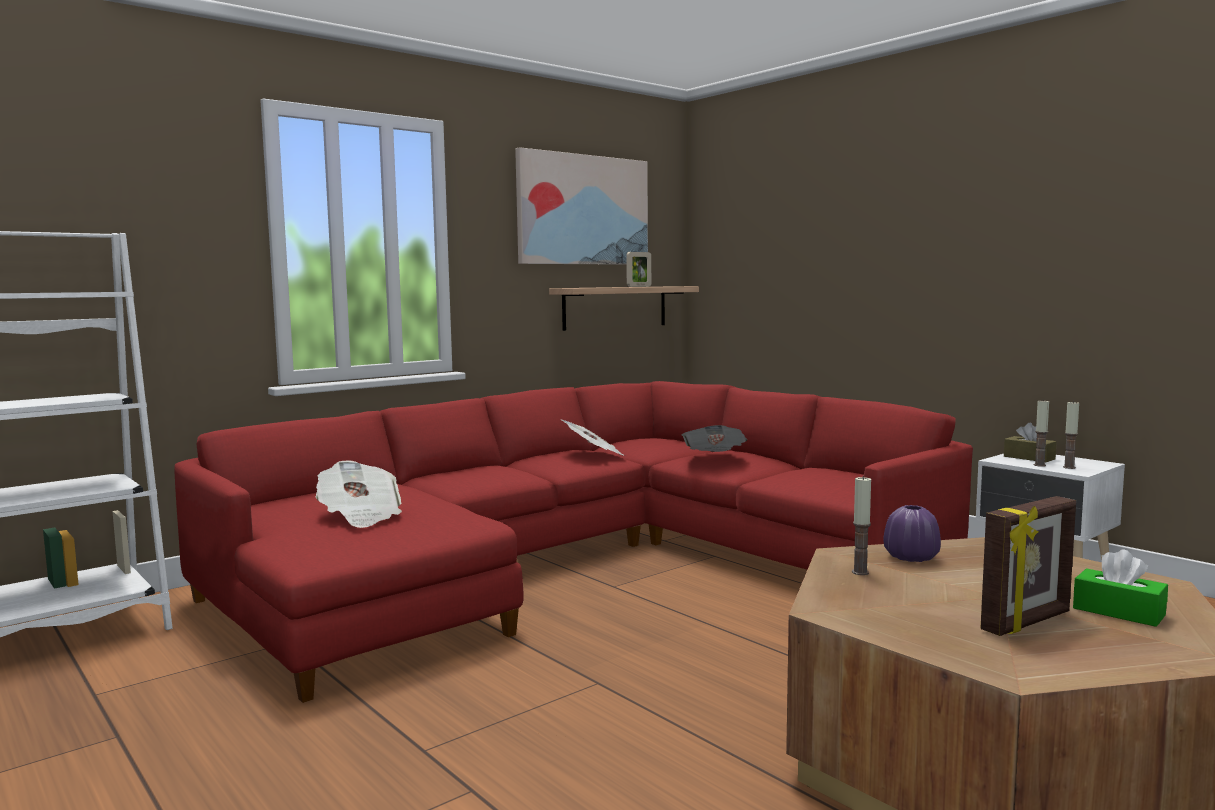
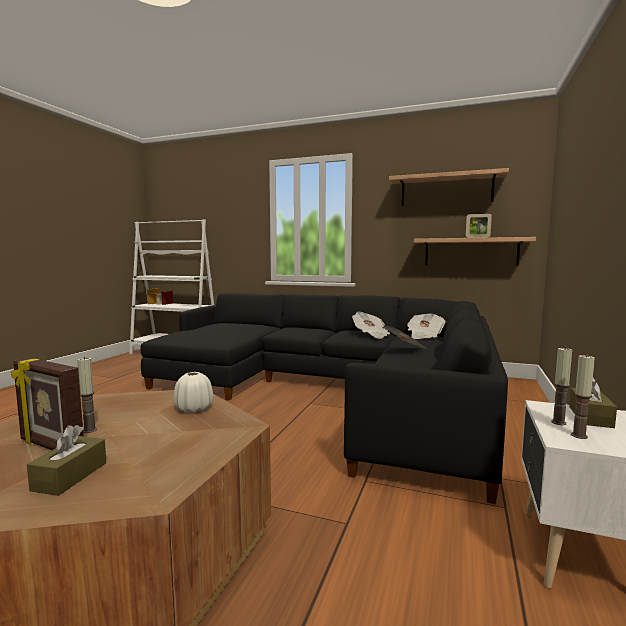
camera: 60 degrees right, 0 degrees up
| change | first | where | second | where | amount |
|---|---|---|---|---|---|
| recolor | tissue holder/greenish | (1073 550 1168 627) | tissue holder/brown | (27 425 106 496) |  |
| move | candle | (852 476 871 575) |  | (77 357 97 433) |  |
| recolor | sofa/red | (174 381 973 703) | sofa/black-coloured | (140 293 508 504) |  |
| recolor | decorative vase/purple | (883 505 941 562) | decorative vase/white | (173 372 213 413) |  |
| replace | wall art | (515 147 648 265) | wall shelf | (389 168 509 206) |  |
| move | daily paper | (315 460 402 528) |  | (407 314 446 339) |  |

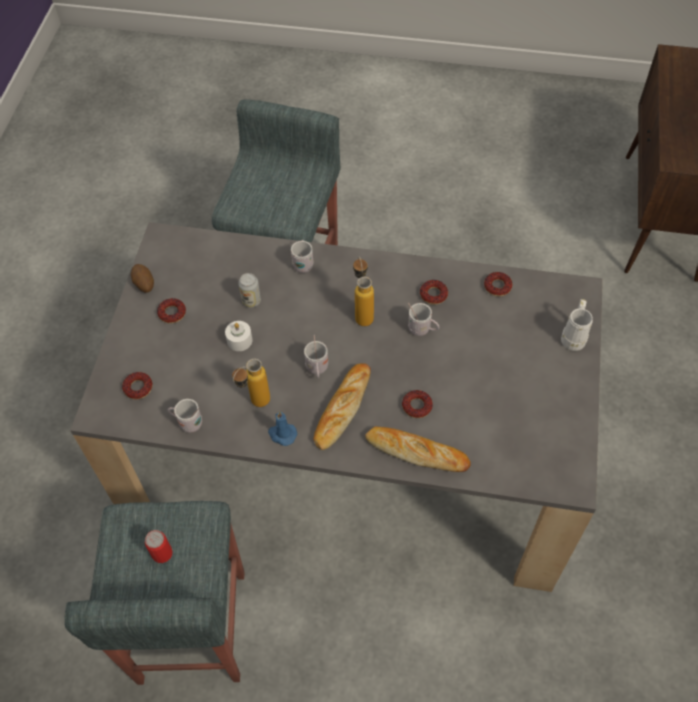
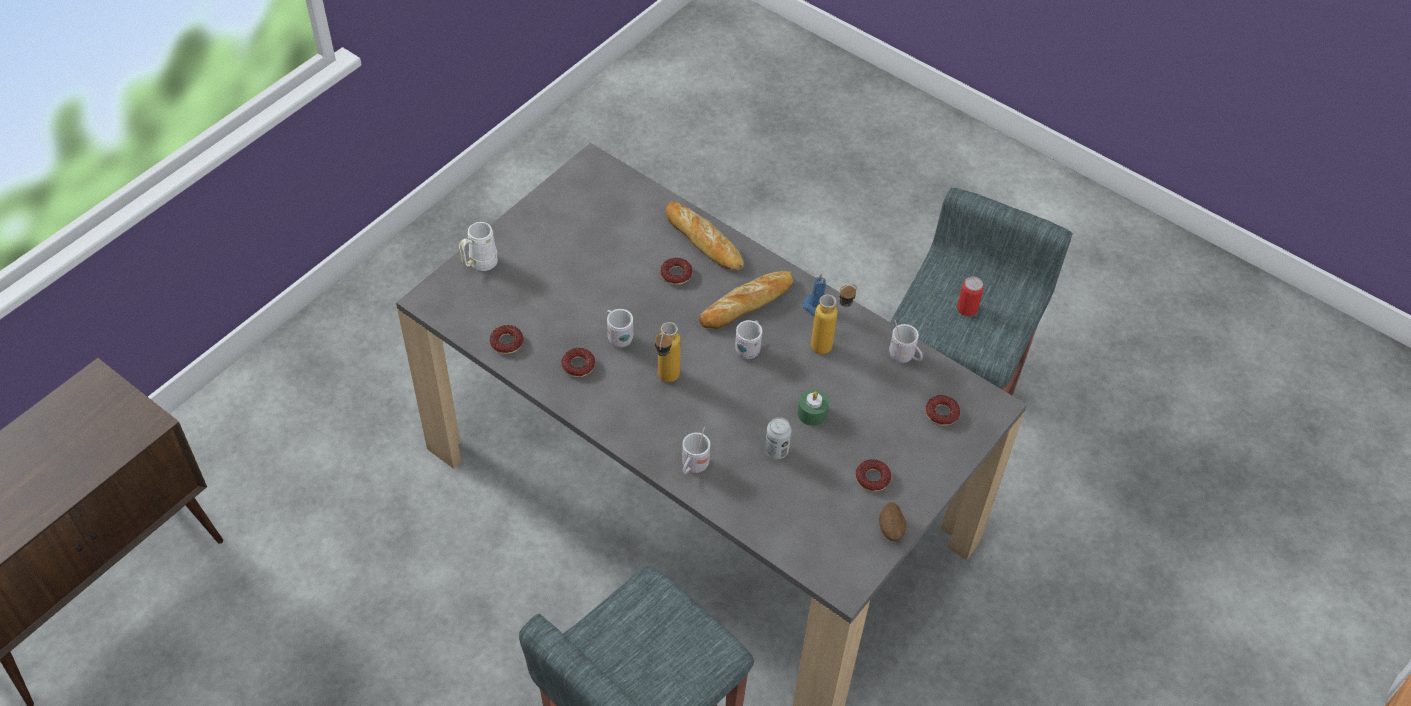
camera: 155 degrees left, 5 degrees down
| change | first | where | second | where | amount |
|---|---|---|---|---|---|
| recolor | candle/white | (225 321 252 351) | candle/greenish | (797 390 829 426) |  |

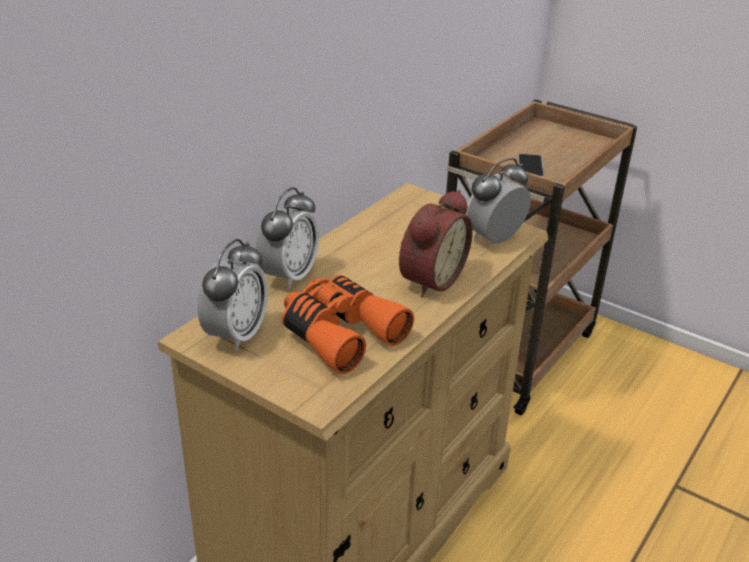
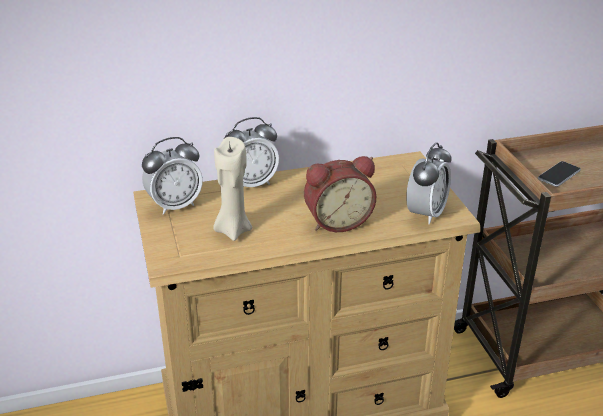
camera: 40 degrees right, 0 degrees up
| change | first | where | second | where | amount |
|---|---|---|---|---|---|
| replace | field glasses/orange-coloured | (282 275 414 374) | candle/beige | (213 137 252 241) |  |
| rotate | alarm clock | (465 158 531 244) |  | (406 142 452 224) | 120 degrees clockwise |

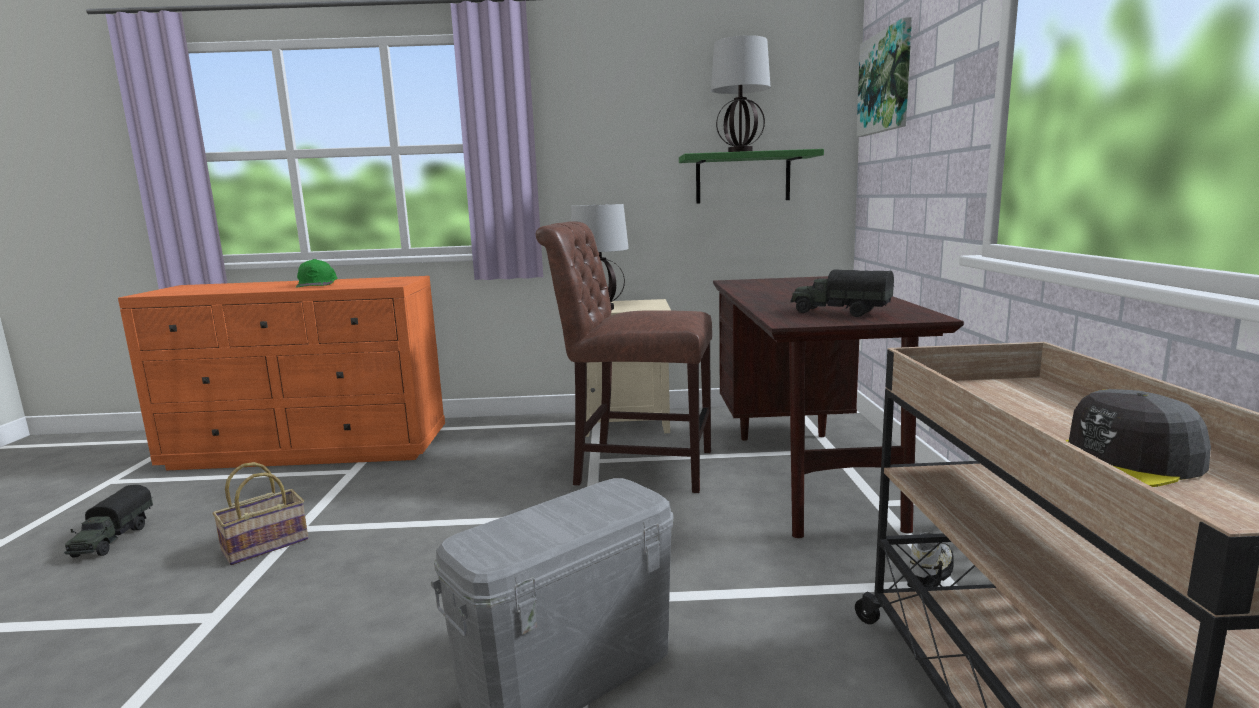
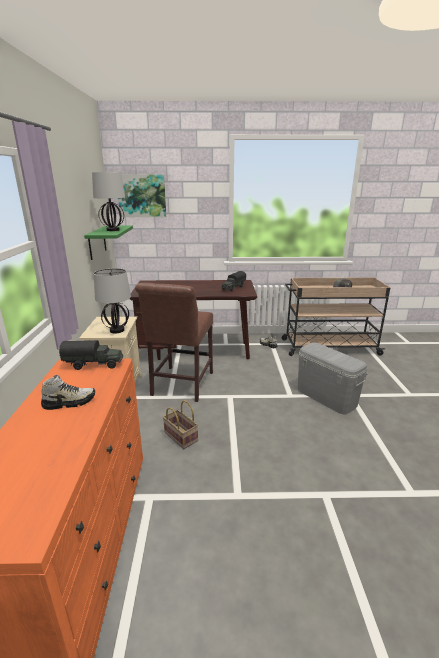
camera: 90 degrees left, 10 degrees up
| change | first | where | second | where | amount |
|---|---|---|---|---|---|
| replace | peaked cap/greenish | (296 259 337 288) | item of footwear | (41 375 95 410) |  |
| move | toy lorry | (64 485 153 557) |  | (59 340 123 370) |  |
| move | storage basket | (212 462 308 565) |  | (163 400 198 449) |  |

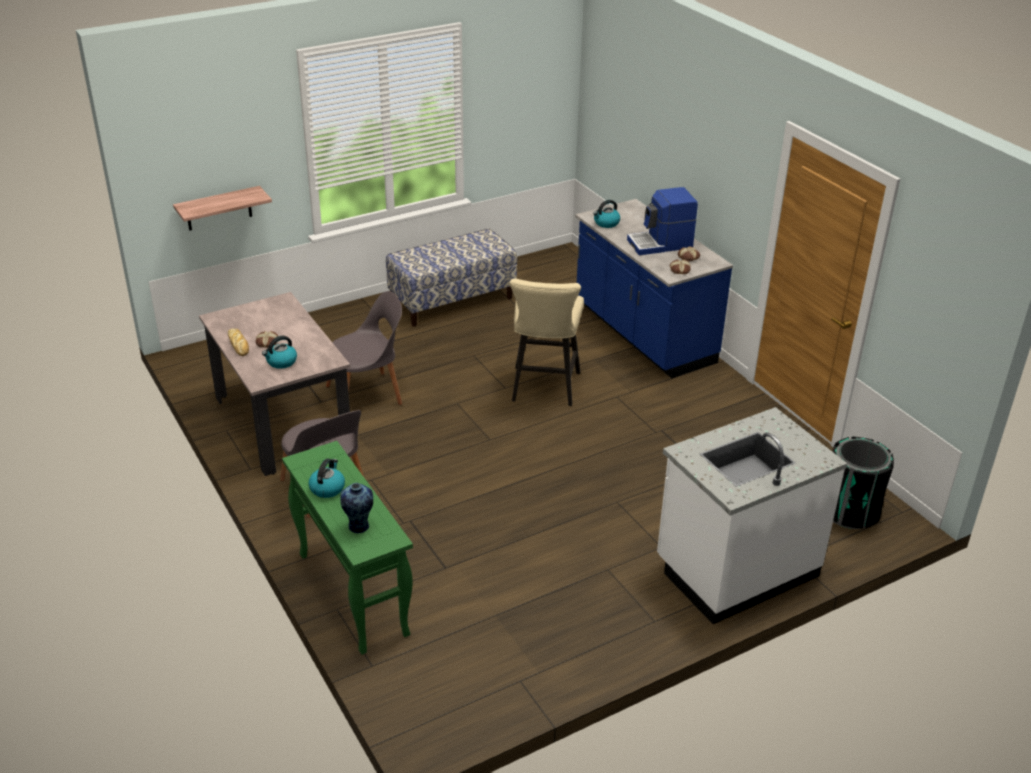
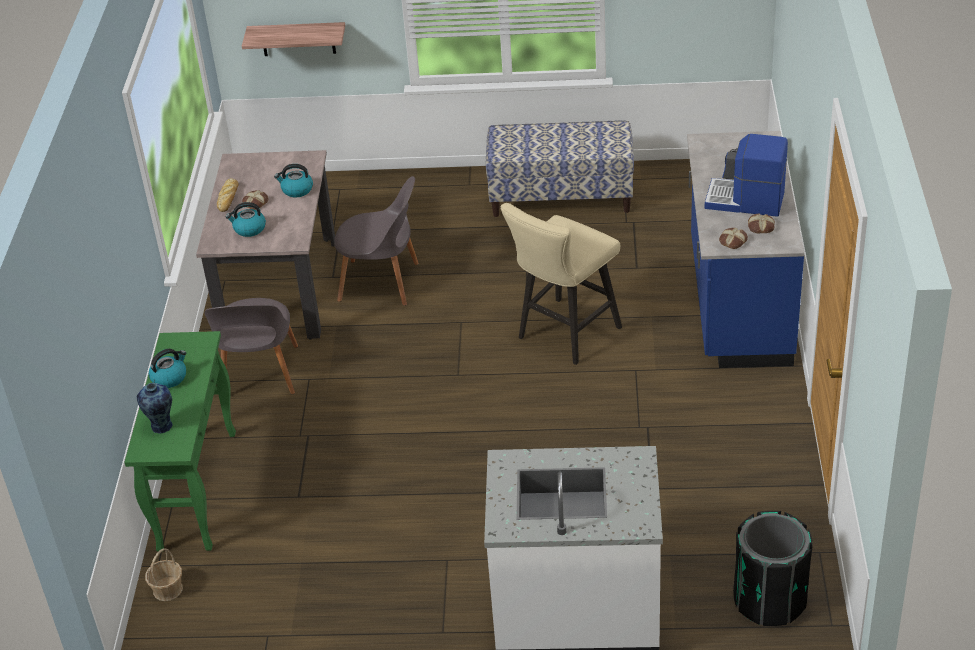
camera: 35 degrees right, 5 degrees up
| change | first | where | second | where | amount |
|---|---|---|---|---|---|
| insert |  |  | storage basket | (145 548 183 601) |  |
| move | water kettle | (593 200 620 228) |  | (274 164 313 197) |  |

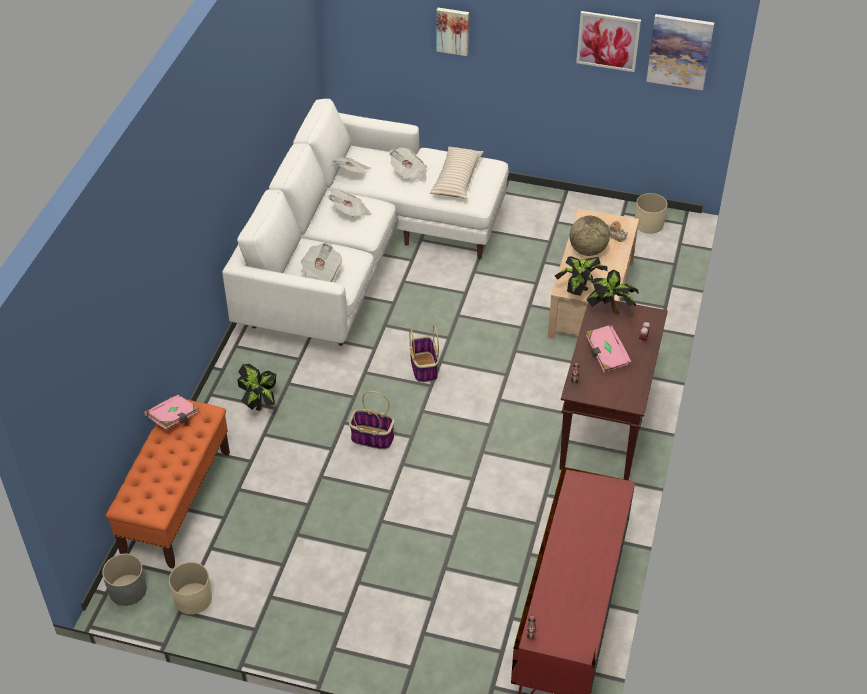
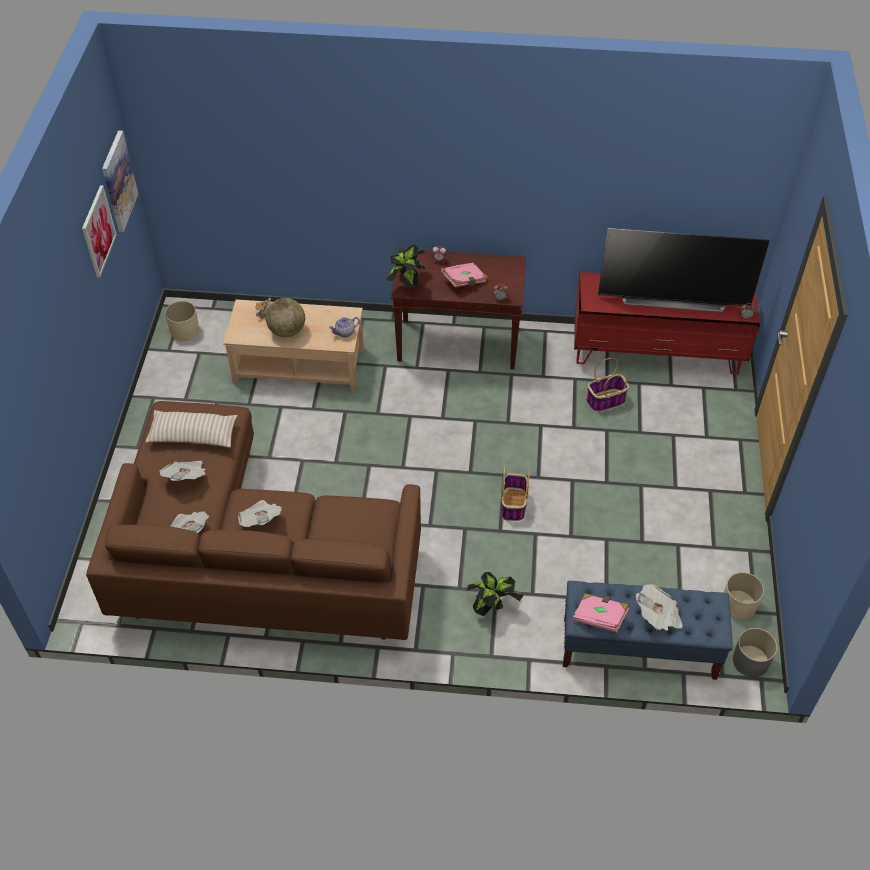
camera: 100 degrees left, 5 degrees up
| change | first | where | second | where | amount |
|---|---|---|---|---|---|
| recolor | sofa/white | (222 99 509 346) | sofa/brown | (86 401 421 640) |  |
| replace | plant in a pot | (555 256 607 296) | pot for tea | (329 317 360 337) |  |
| recolor | bench/orange-coloured | (106 397 230 568) | bench/blue-coloured | (563 581 733 680) |  |
| move | storage basket | (409 325 439 383) |  | (586 358 629 411) |  |
| insert |  |  | TV set | (598 228 770 312) |  |
| move | daily paper | (301 243 342 282) |  | (636 584 683 631) |  |
| delete | wall art | (436 8 469 56) |  |  |  |

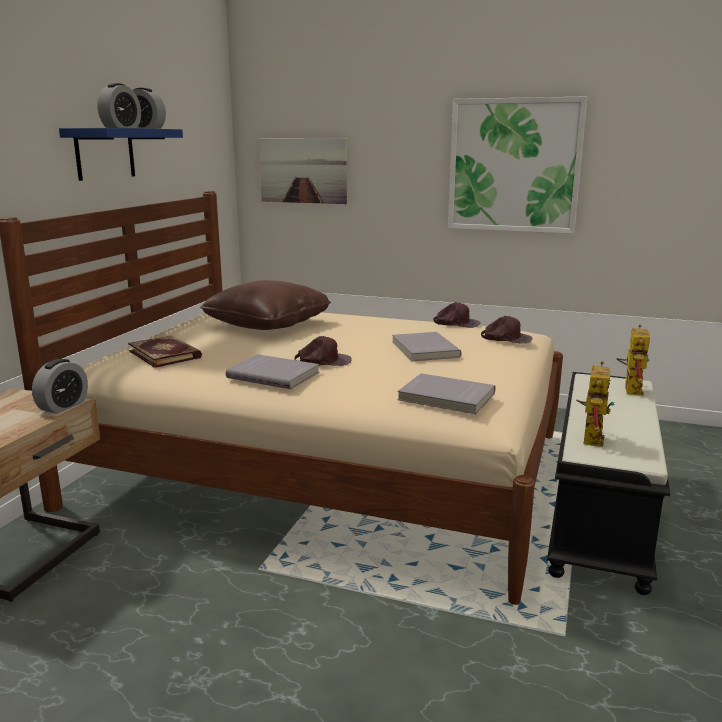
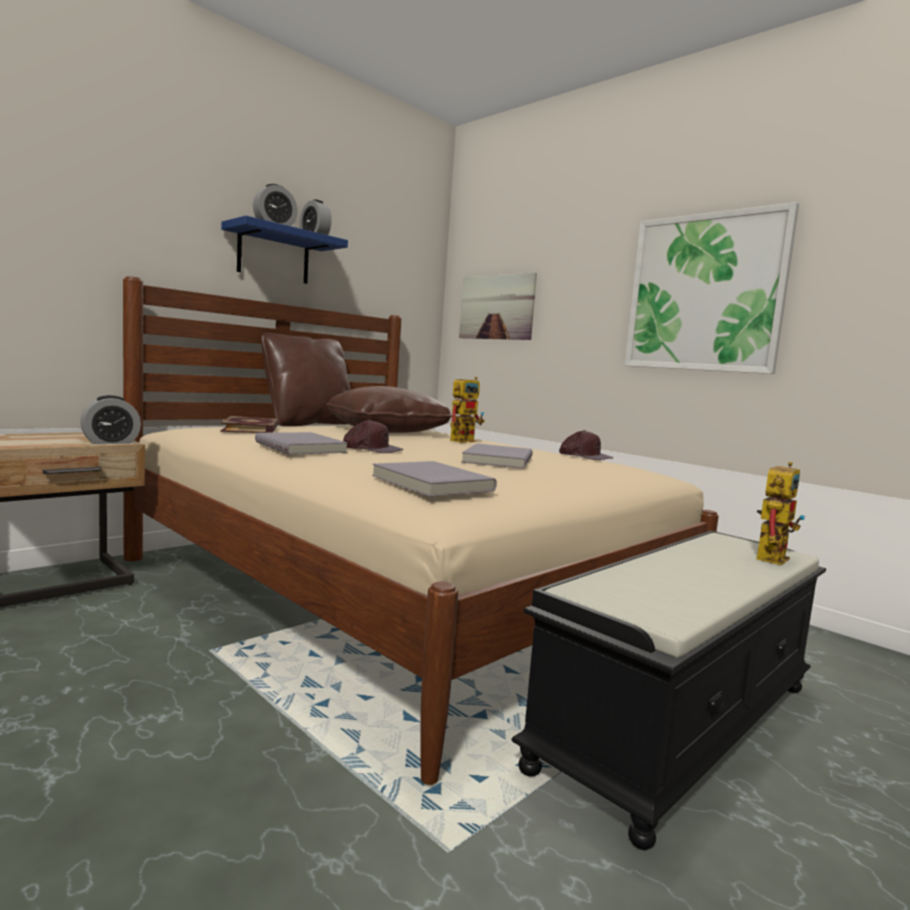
camera: 25 degrees right, 10 degrees down
| change | first | where | second | where | amount |
|---|---|---|---|---|---|
| insert |  |  | throw pillow/brown | (261 333 351 426) |  |
| move | robot figure | (576 361 615 447) |  | (450 377 485 443) |  |
| delete | peaked cap/brown | (481 316 533 344) |  |  |  |

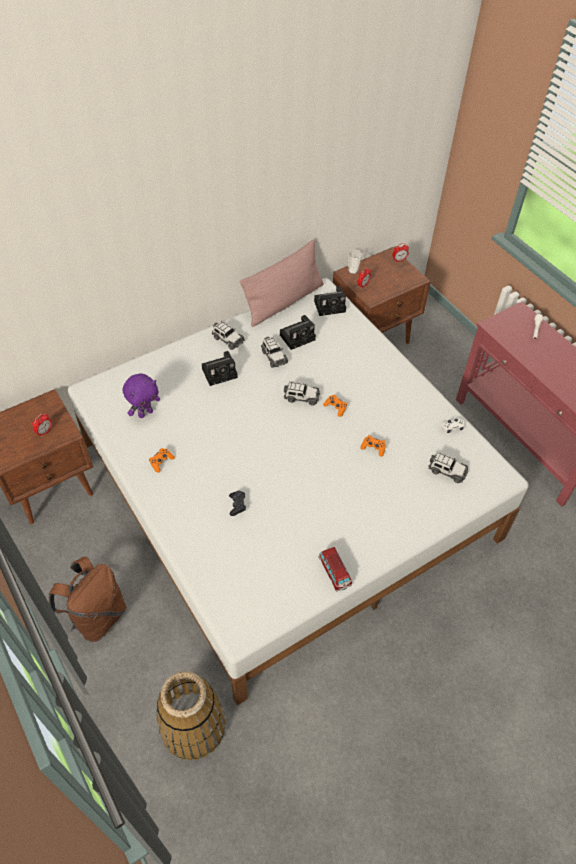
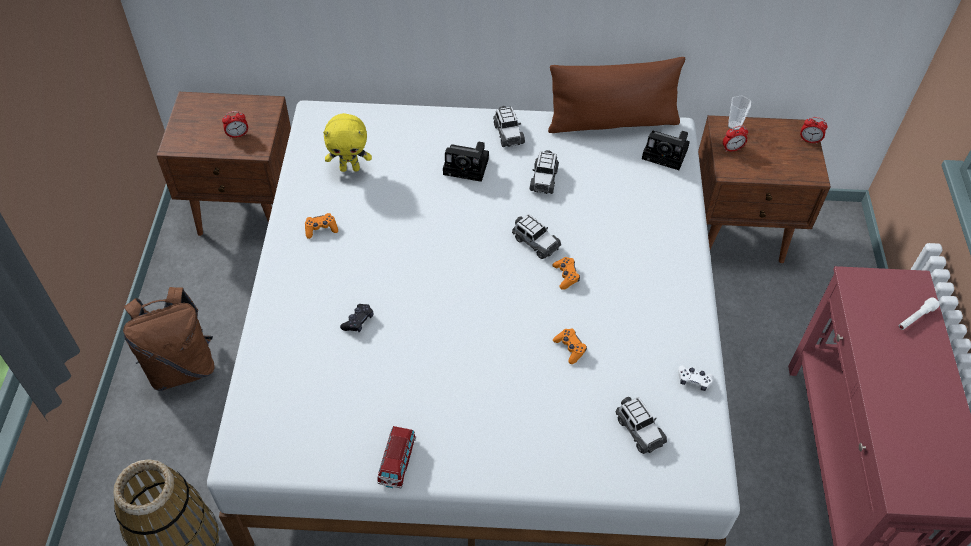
camera: 35 degrees right, 0 degrees up
| change | first | where | second | where | amount |
|---|---|---|---|---|---|
| recolor | plush toy/purple | (123 374 160 418) | plush toy/yellow-coloured | (323 113 372 172) |  |
| recolor | throw pillow/pink-coloured | (240 240 324 327) | throw pillow/brown | (548 57 685 133) |  |
| delete | still camera | (280 315 316 350) |  |  |  |

